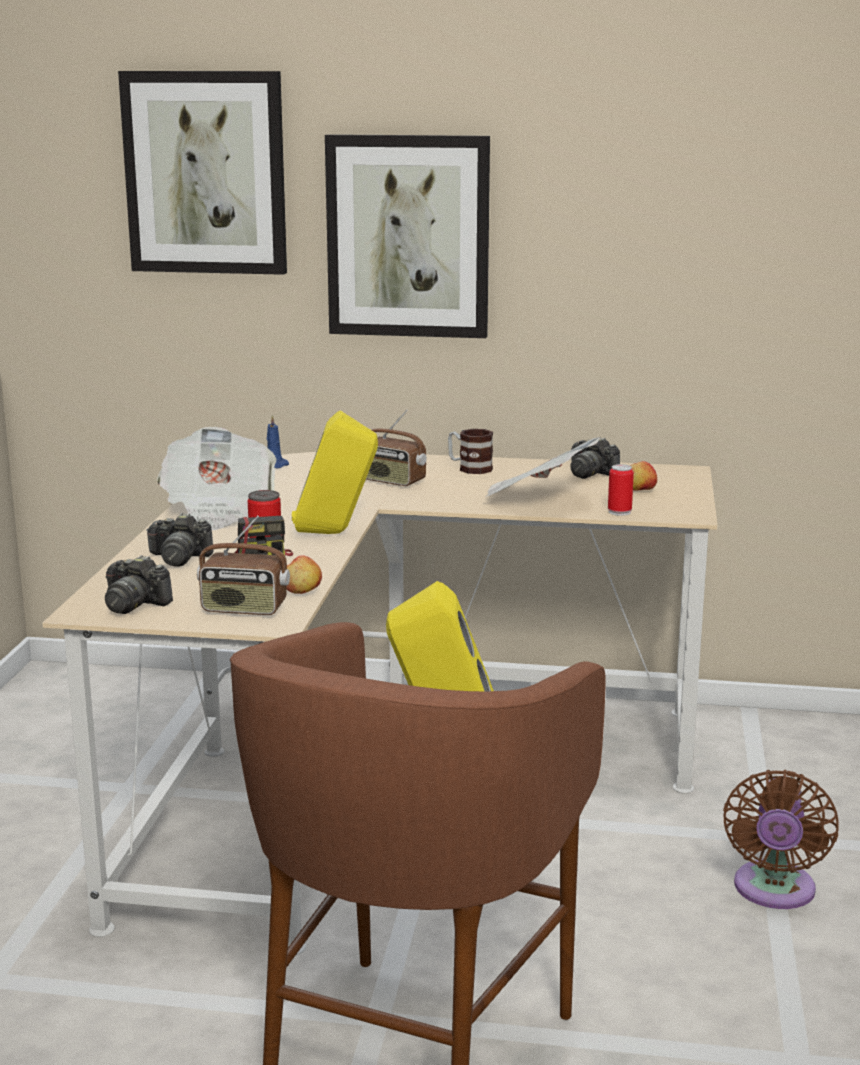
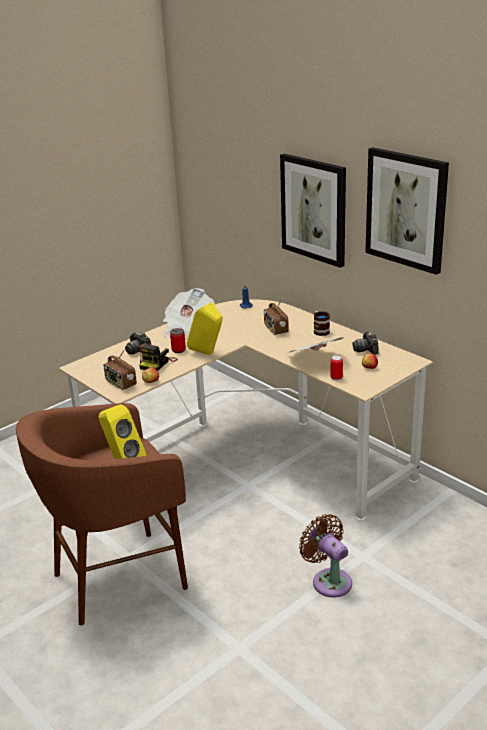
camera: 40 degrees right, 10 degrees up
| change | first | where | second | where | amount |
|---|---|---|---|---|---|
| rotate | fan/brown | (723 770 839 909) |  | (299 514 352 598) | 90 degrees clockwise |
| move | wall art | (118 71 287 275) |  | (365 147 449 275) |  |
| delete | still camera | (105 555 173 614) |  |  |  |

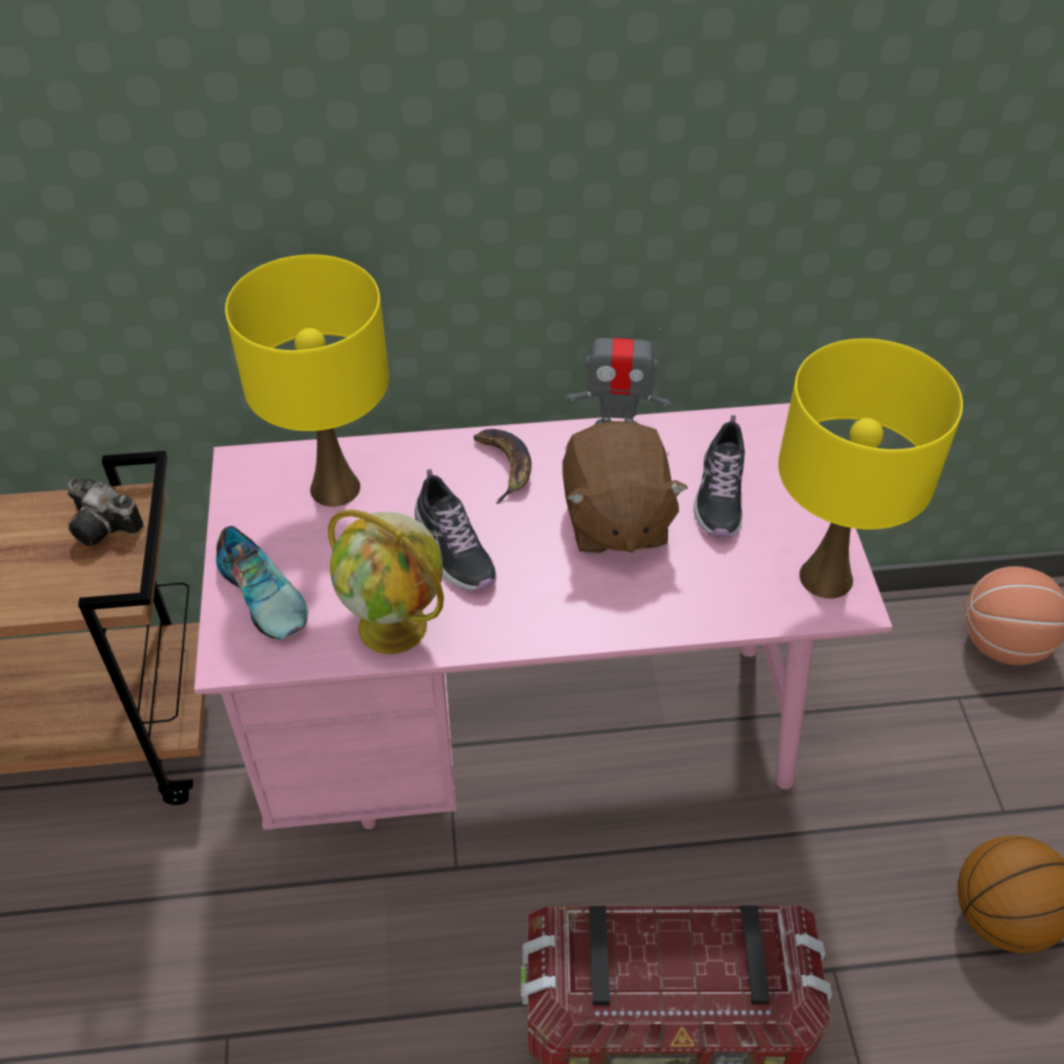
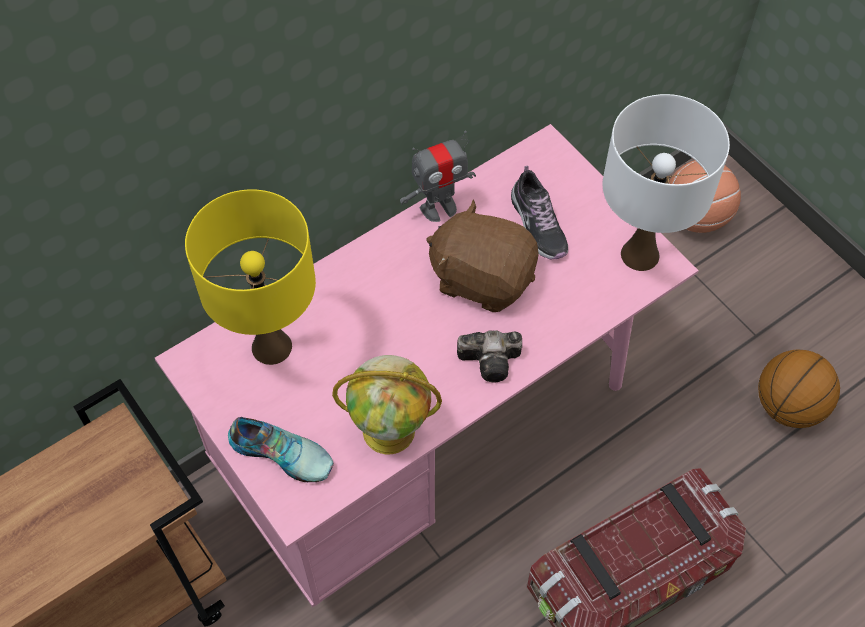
camera: 30 degrees left, 10 degrees up
| change | first | where | second | where | amount |
|---|---|---|---|---|---|
| rotate | plush toy/brown | (562 421 688 554) |  | (427 199 539 312) | 150 degrees clockwise |
| move | still camera | (67 477 144 546) |  | (457 330 522 382) |  |
| recolor | lamp for a table/yellow-coloured | (778 338 963 599) | lamp for a table/white | (603 94 730 271) |  |
| delete | item of footwear | (415 469 497 591) |  |  |  |
| delete | banana | (473 429 532 504) |  |  |  |

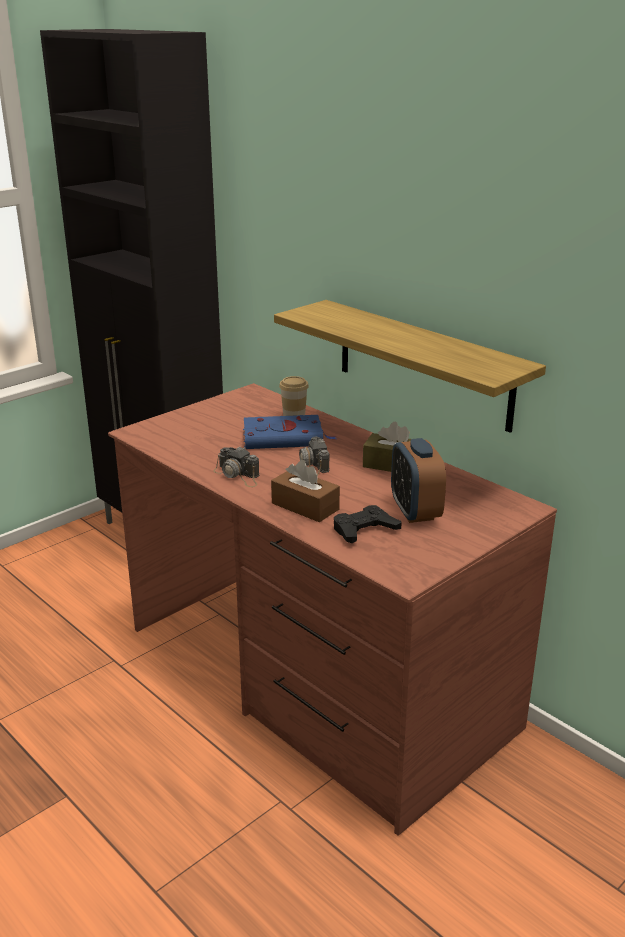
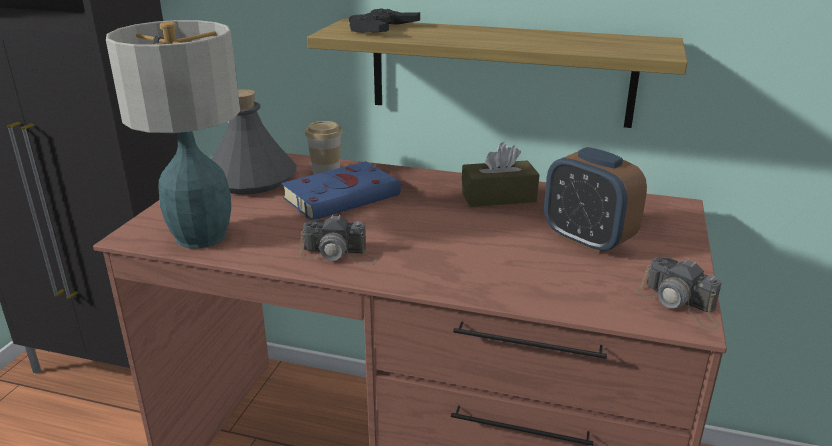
camera: 30 degrees left, 0 degrees up
| change | first | where | second | where | amount |
|---|---|---|---|---|---|
| insert |  |  | lamp for a table | (106 20 240 249) |  |
| insert |  |  | beverage bottle/grey | (211 89 297 194) |  |
| move | gamepad/black-coloured | (334 505 402 543) |  | (349 8 420 33) |  |
| move | still camera | (299 437 330 476) |  | (637 257 721 330) |  |
| delete | tissue holder/brown | (271 460 340 522) |  |  |  |

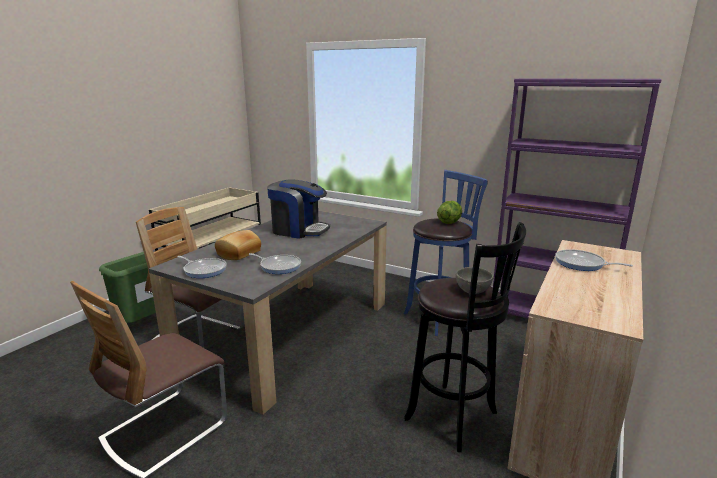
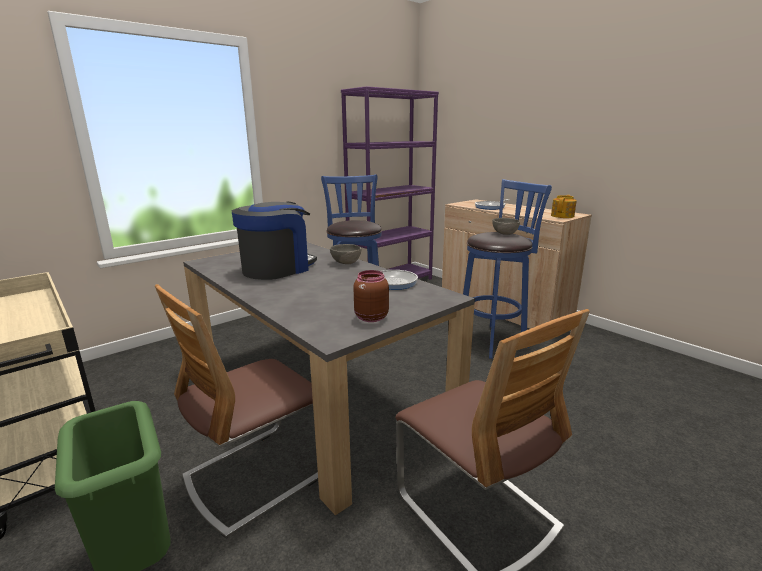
camera: 70 degrees left, 0 degrees up
| change | first | where | second | where | amount |
|---|---|---|---|---|---|
| insert |  |  | serving bowl/grey | (330 244 361 264) |  |
| replace | frying pan | (177 256 227 278) | storage jar/brown | (353 270 389 322) |  |
| recolor | sitting stool/black-coloured | (404 222 526 452) | sitting stool/blue-coloured | (463 179 552 359) |  |
| insert |  |  | pot for tea | (551 195 577 218) |  |
| delete | bakery bread | (215 230 261 260) |  |  |  |
| delete | lettuce | (437 201 462 224) |  |  |  |

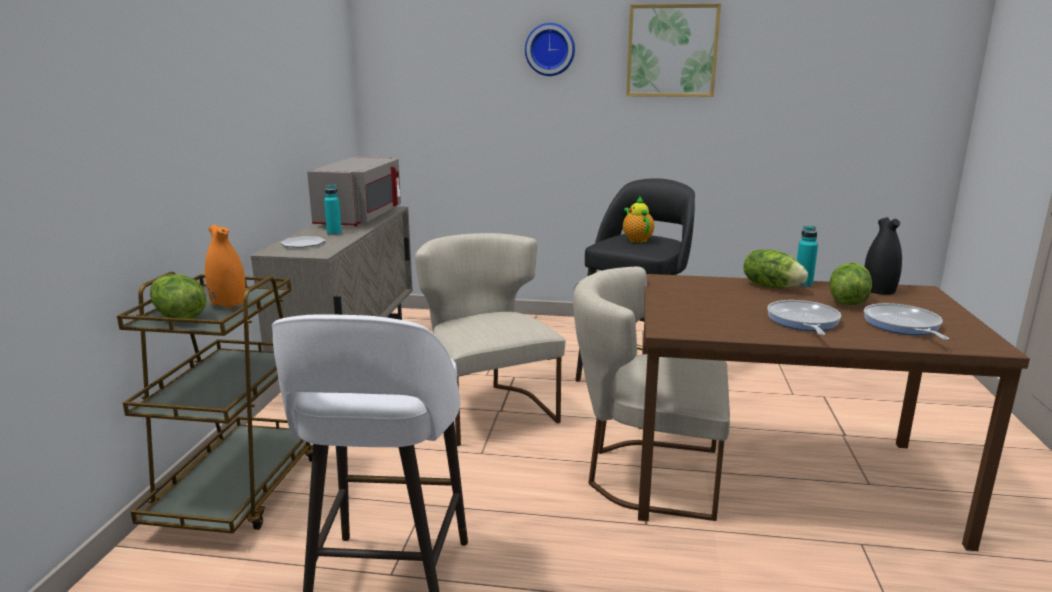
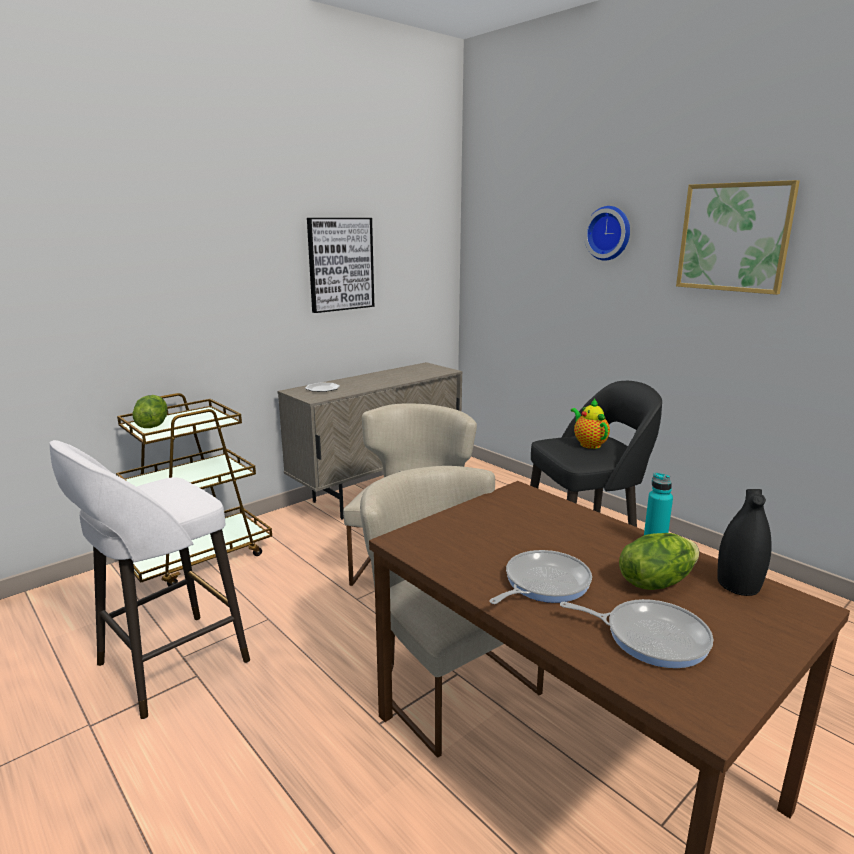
camera: 40 degrees right, 0 degrees up
| change | first | where | second | where | amount |
|---|---|---|---|---|---|
| insert |  |  | wall art | (307 218 374 313) |  |
| rotate | frying pan | (864 303 949 340) |  | (560 599 713 668) | 75 degrees clockwise |
| rotate | pot for tea | (623 197 654 243) |  | (571 398 610 449) | 45 degrees counterclockwise |
| delete | decorative vase/orange-coloured | (205 225 245 308) |  |  |  |
| delete | kitchen microwave/grey | (307 156 401 226) |  |  |  |
| delete | beverage bottle/turquoise | (324 185 342 235) |  |  |  |
| delete | lettuce | (743 249 808 289) |  |  |  |

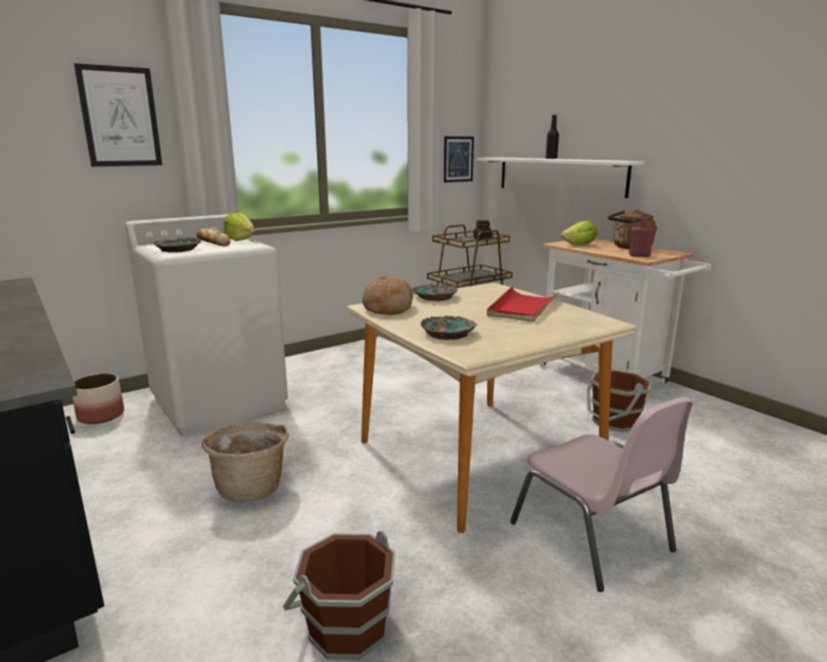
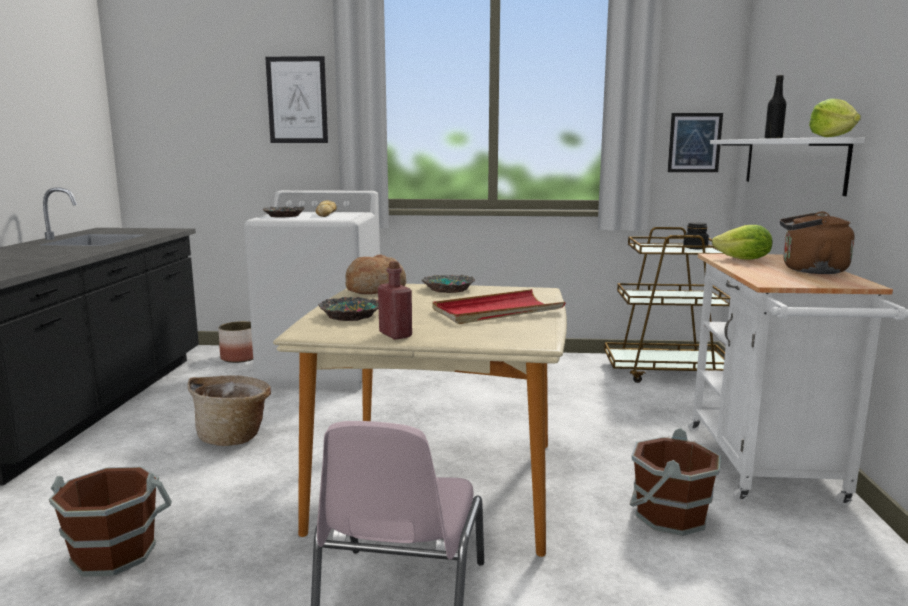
camera: 40 degrees right, 5 degrees down
| change | first | where | second | where | amount |
|---|---|---|---|---|---|
| move | beverage bottle/red | (629 213 655 257) |  | (378 261 412 340) |  |
| move | lettuce | (224 212 255 241) |  | (809 98 861 137) |  |

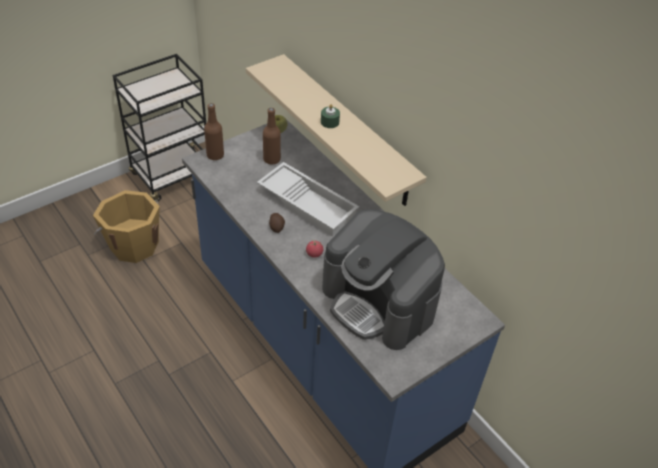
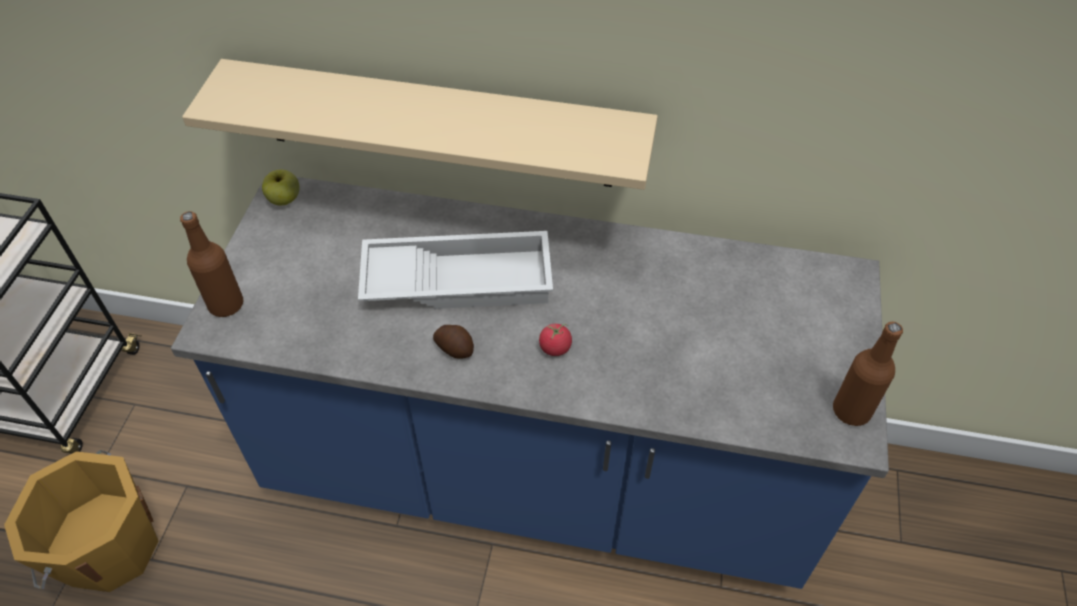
camera: 40 degrees left, 5 degrees up
| change | first | where | second | where | amount |
|---|---|---|---|---|---|
| move | beverage bottle/brown | (263 108 281 164) |  | (833 322 903 426) |  |
| delete | candle/greenish | (321 104 340 128) |  |  |  |
| delete | coffee brewer | (322 209 445 350) |  |  |  |

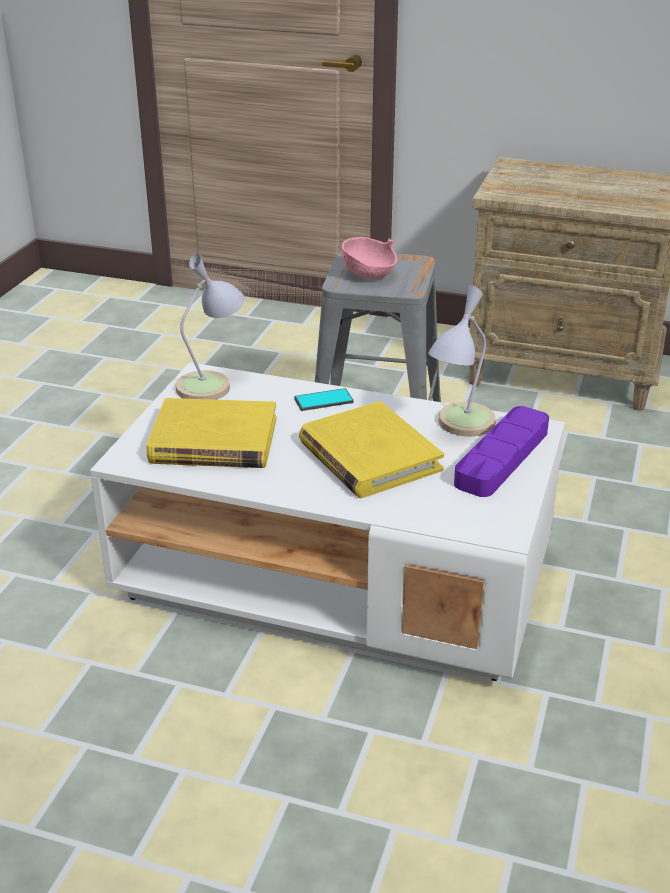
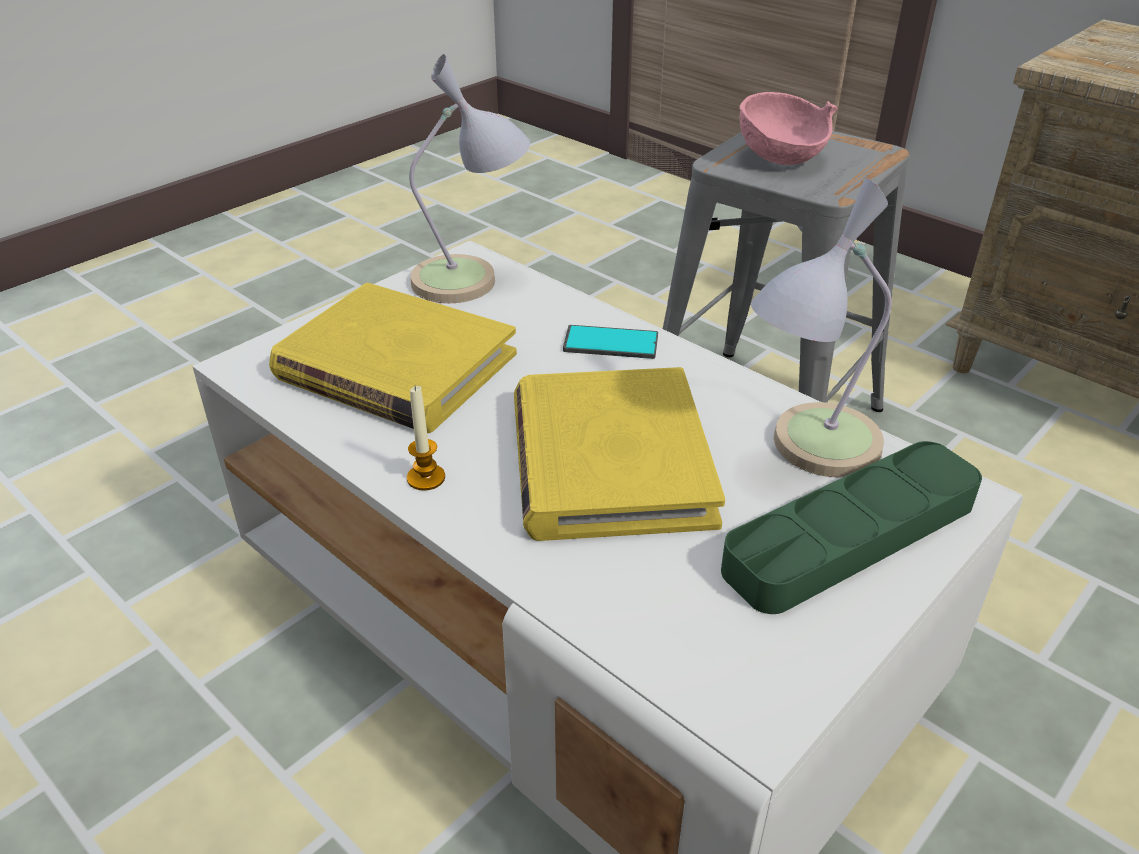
camera: 25 degrees right, 5 degrees up
| change | first | where | second | where | amount |
|---|---|---|---|---|---|
| insert |  |  | candle | (407 386 445 491) |  |
| recolor | carrying tray/purple | (454 406 549 497) | carrying tray/greenish | (721 441 982 614) |  |

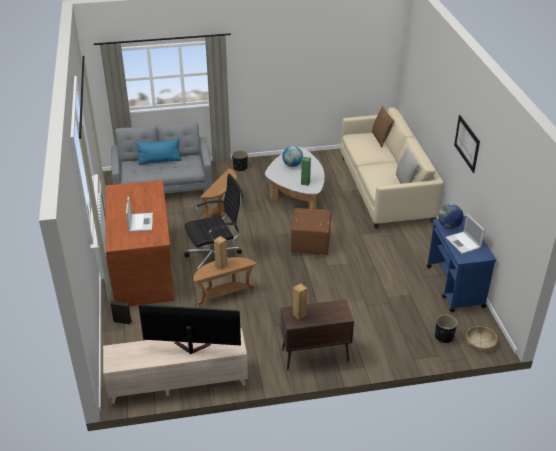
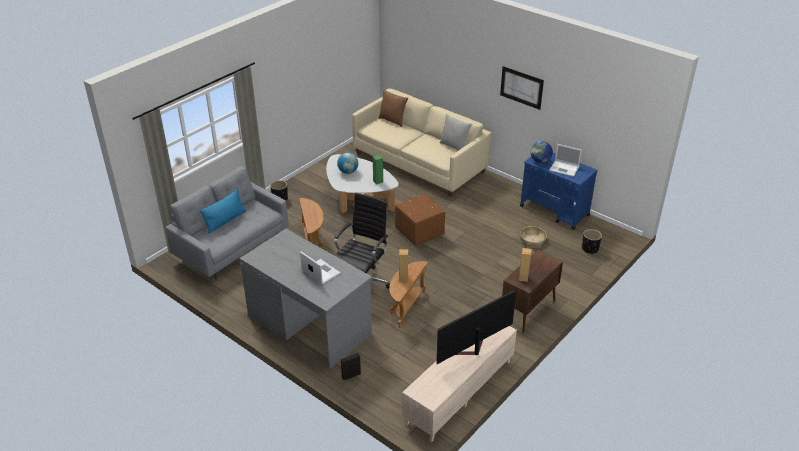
camera: 40 degrees left, 0 degrees up
| change | first | where | second | where | amount |
|---|---|---|---|---|---|
| recolor | desk unit/brown | (105 180 174 306) | desk unit/grey | (240 229 372 369) |  |
| move | storage basket | (466 326 498 353) |  | (520 226 547 247) |  |

